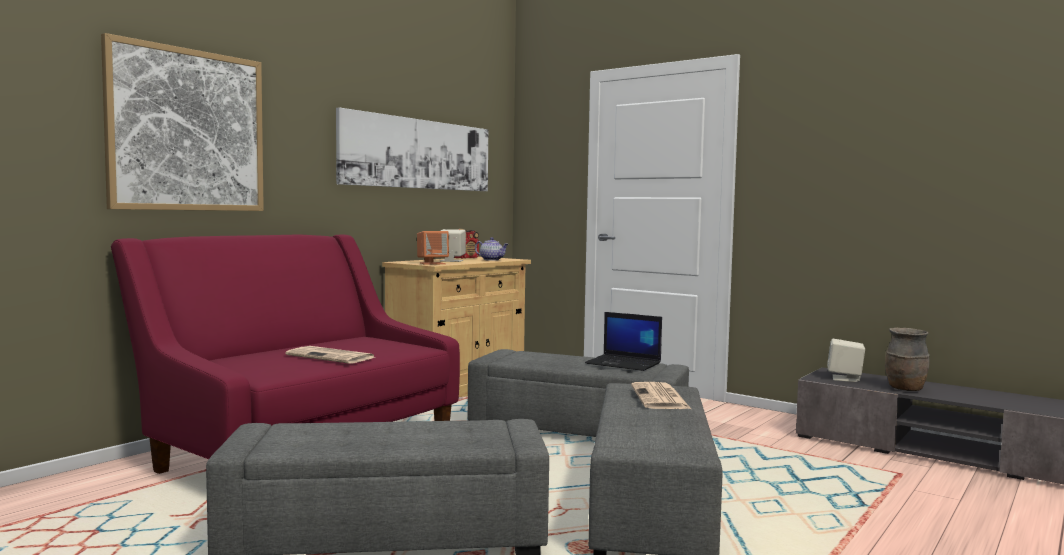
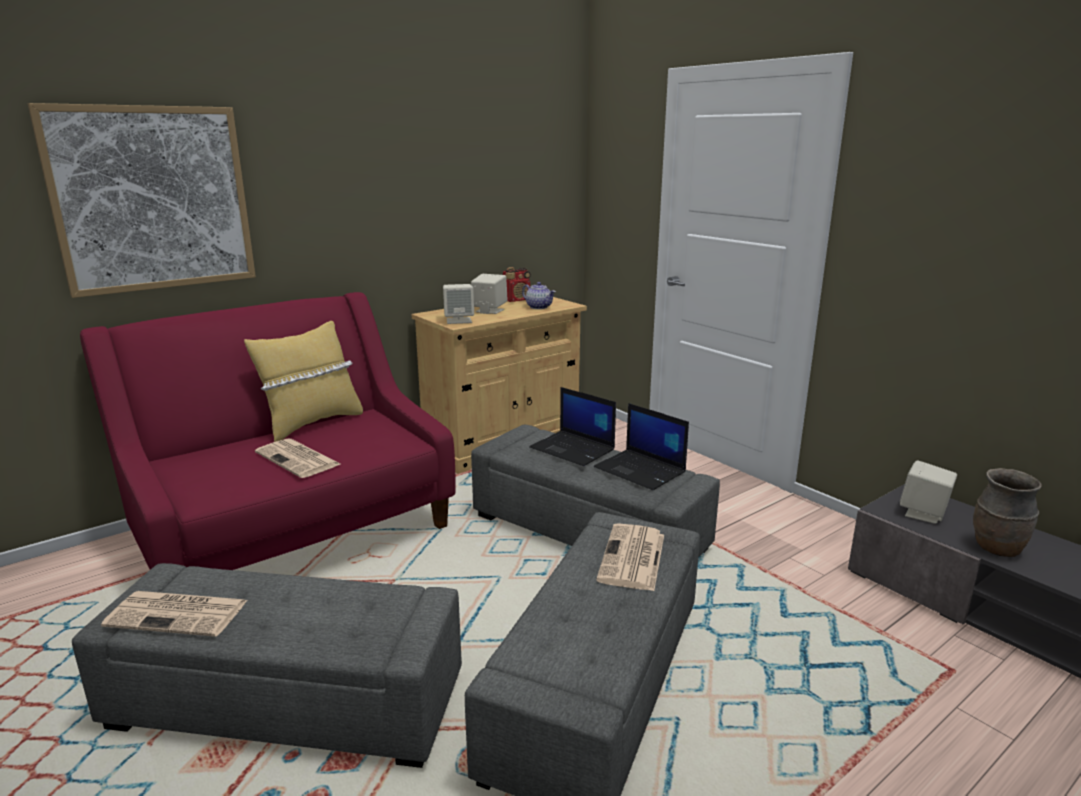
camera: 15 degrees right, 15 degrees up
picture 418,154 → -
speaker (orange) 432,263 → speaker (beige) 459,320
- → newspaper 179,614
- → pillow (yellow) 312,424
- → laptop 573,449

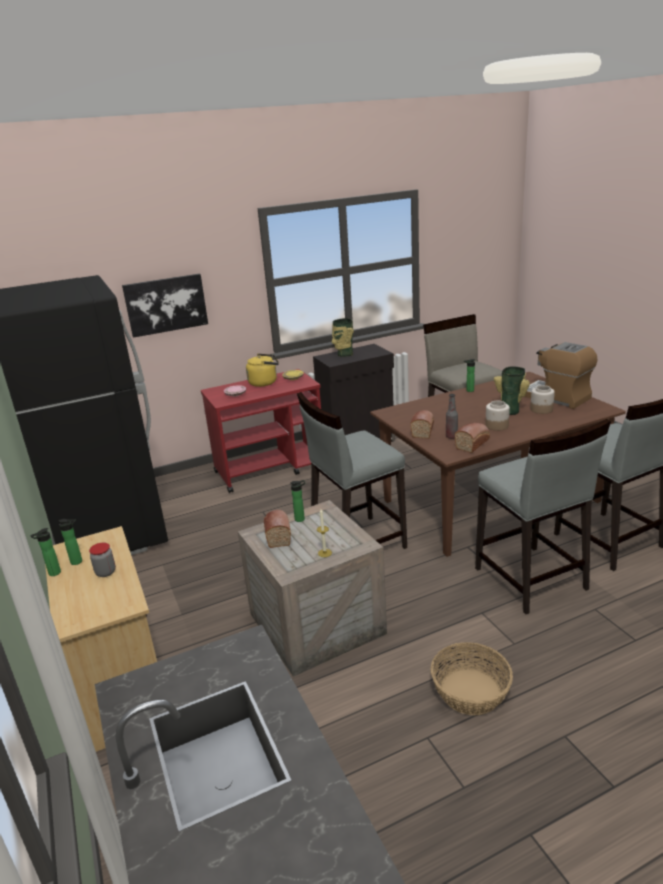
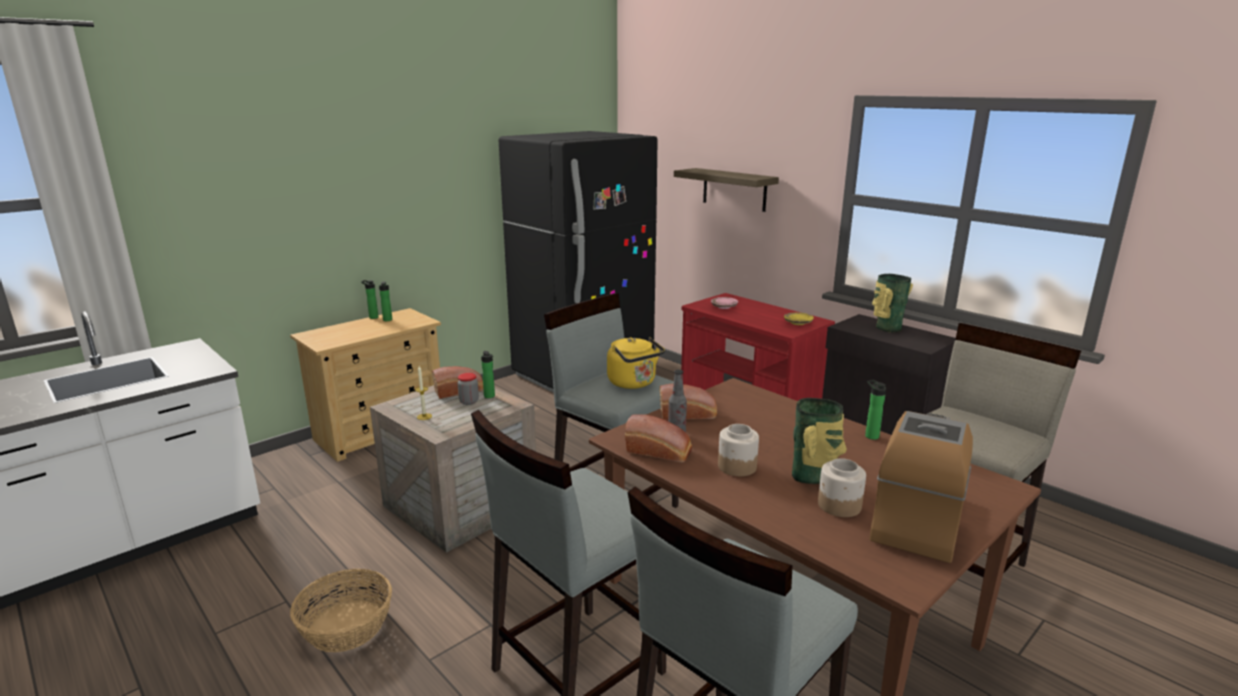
camera: 70 degrees right, 5 degrees down
jar 105,572 → jar 469,401, move
picture 166,304 → shelf 734,189
kettle (yellow) 264,382 → kettle (yellow) 634,383, move

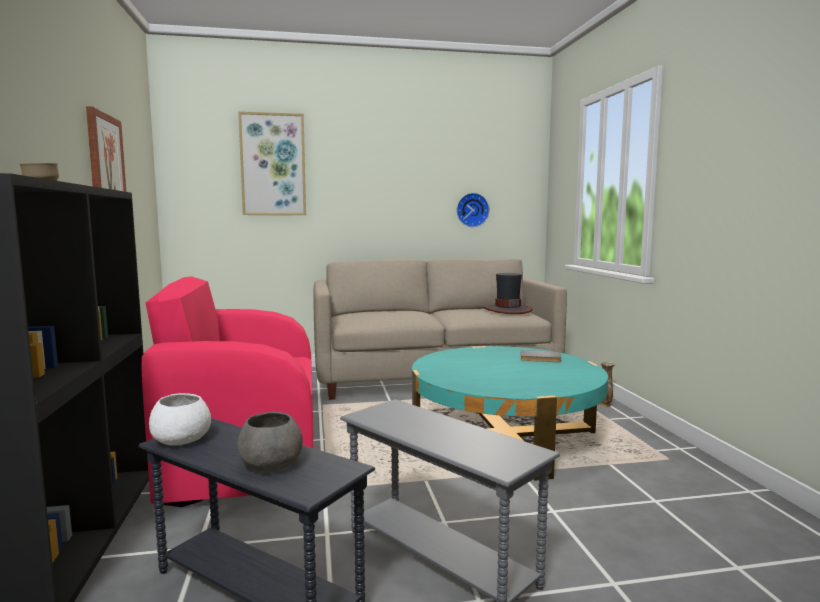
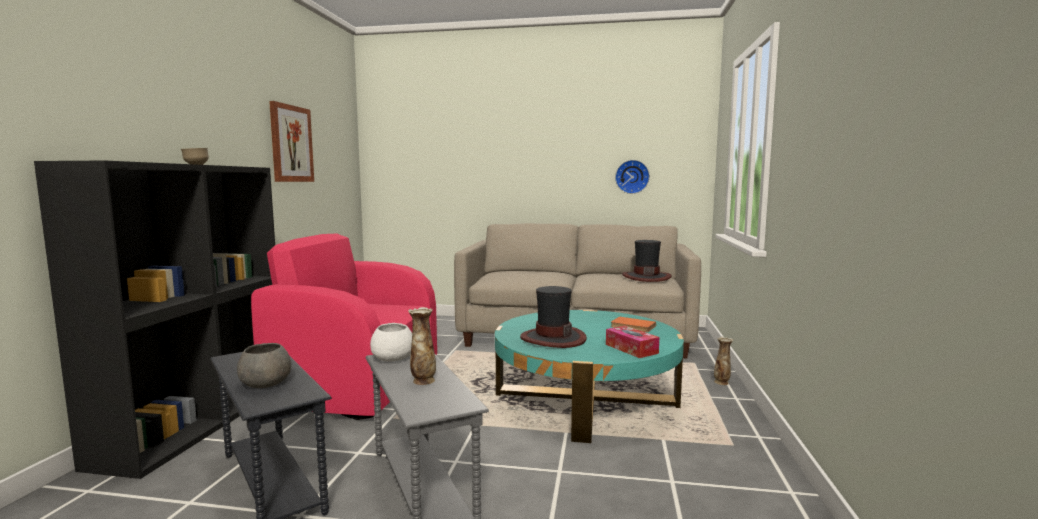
camera: 20 degrees right, 0 degrees up
bowl (white) 181,440 → bowl (white) 392,358, move
picture 273,165 → -
book (grey) 540,358 → book (orange) 632,326
- → vase 423,381
- → hat 552,338
- → tissue box 631,349

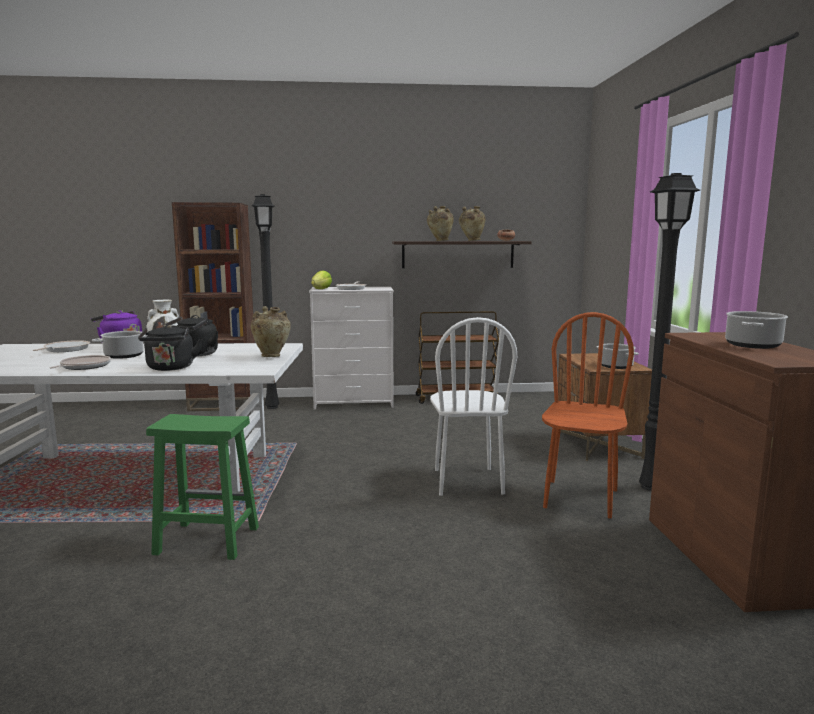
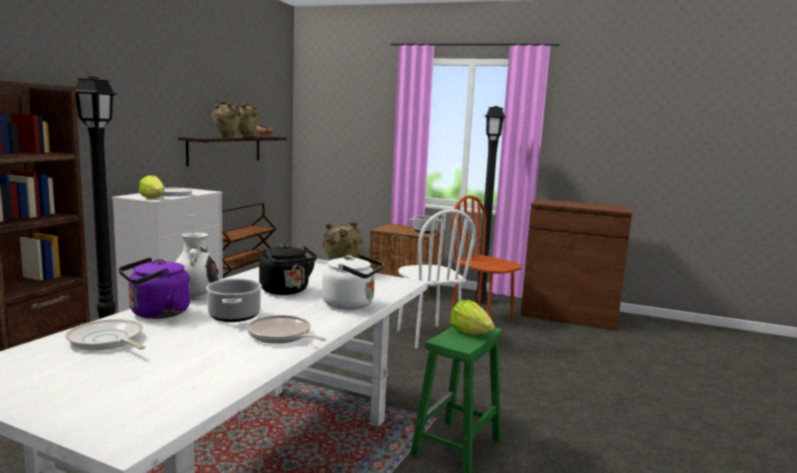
camera: 65 degrees left, 0 degrees up
kettle (black) 170,368 → kettle (white) 351,305
chair (white) 467,481 → chair (white) 427,336, 45 degrees clockwise
cooking pot 752,345 → -
- → lettuce 470,332

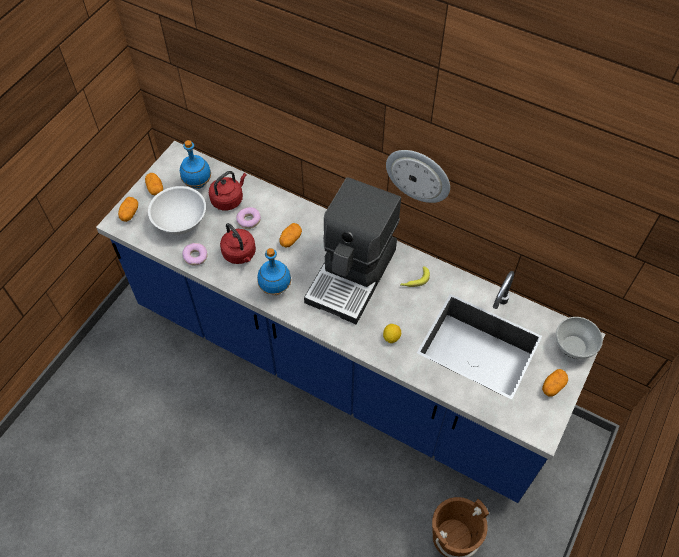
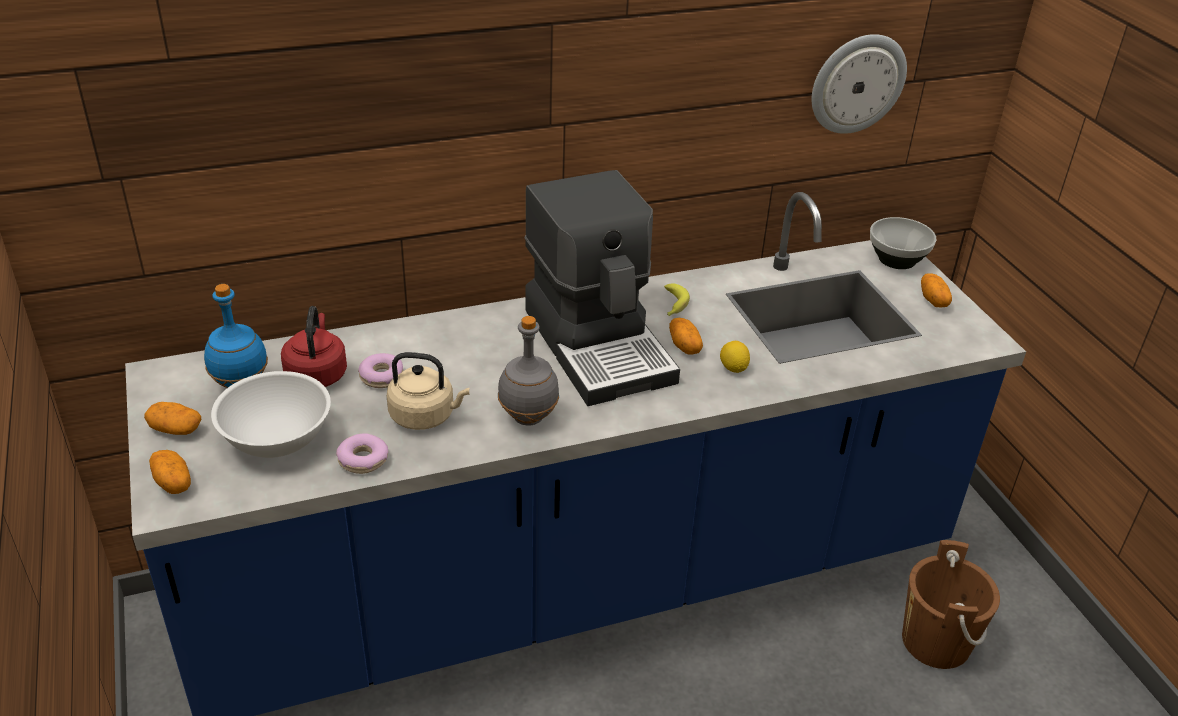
camera: 50 degrees left, 20 degrees down
kettle (red) 240,254 → kettle (beige) 425,416
bottle (blue) 274,288 → bottle (grey) 527,418
potato 290,239 → potato 685,346, move
wall clock 418,175 → wall clock 857,83, move

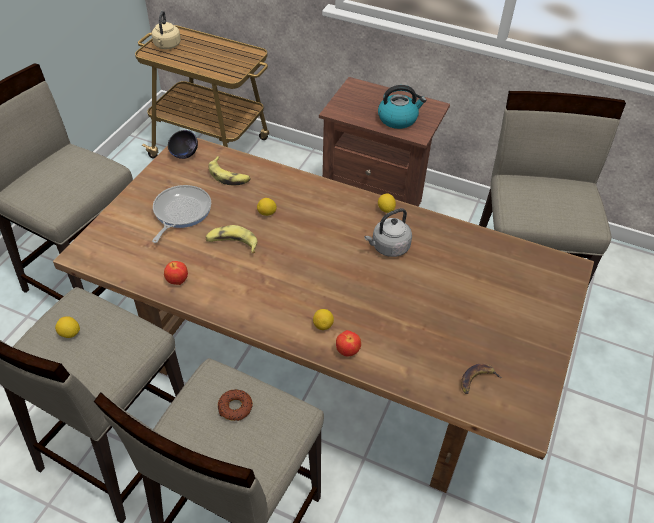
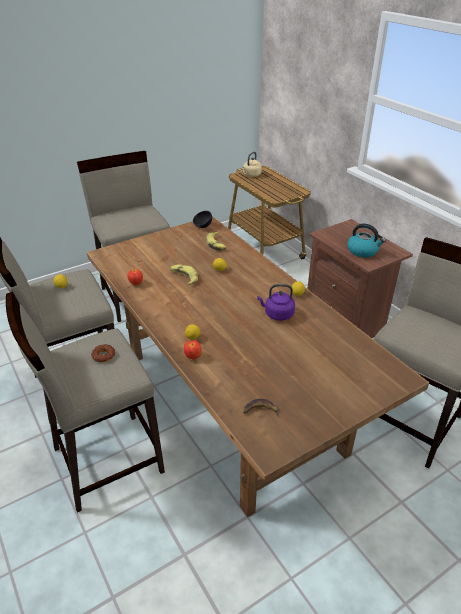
camera: 35 degrees right, 10 degrees down
frying pan 180,212 → -
kettle (grey) 388,247 → kettle (purple) 277,314

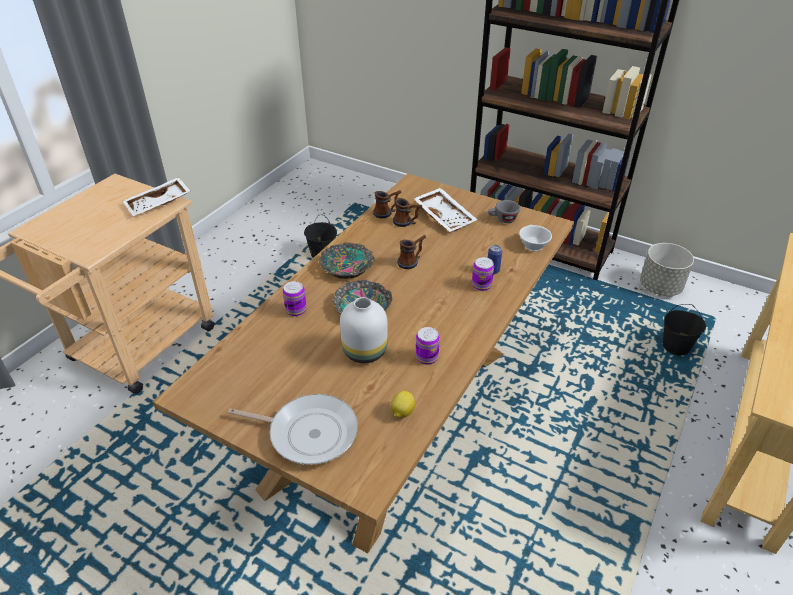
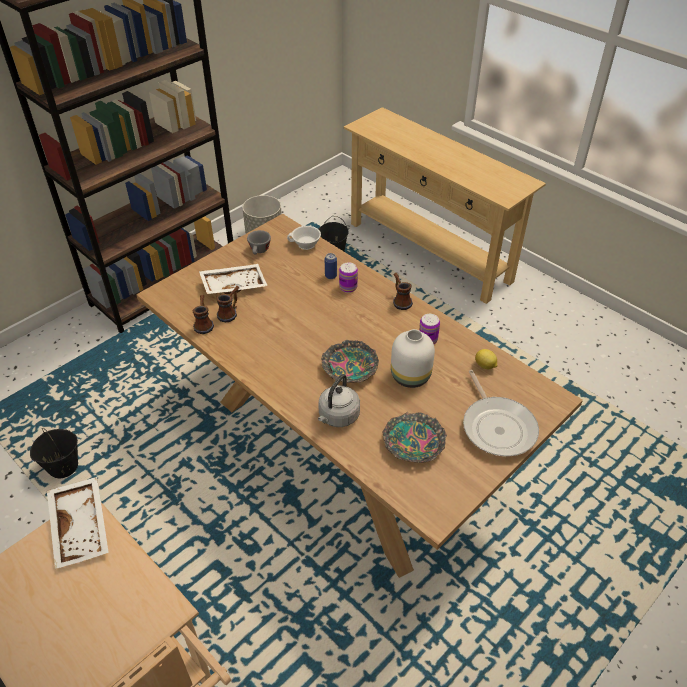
camera: 75 degrees left, 5 degrees up
frying pan 308,432 → frying pan 497,427, 135 degrees clockwise
can 296,310 → kettle (grey) 337,417
bowl 348,266 → bowl 413,442, move
mug 412,261 → mug 400,300, move

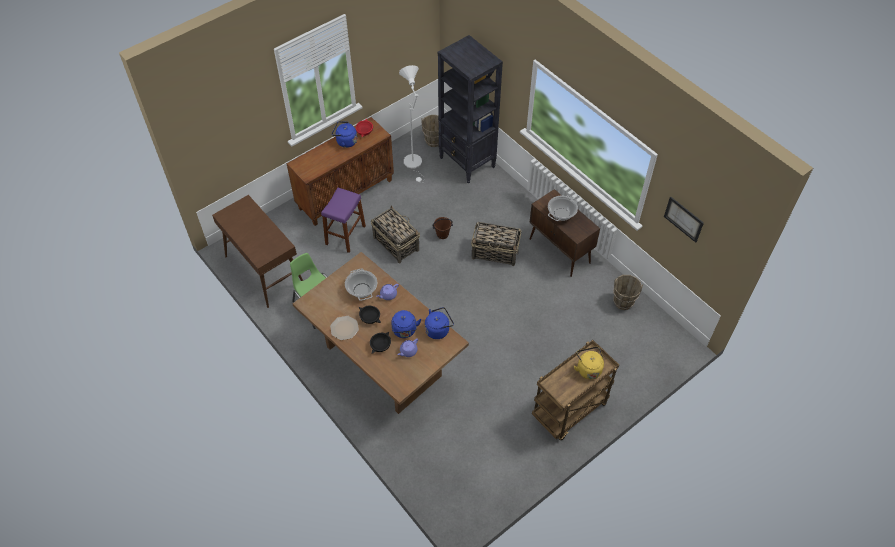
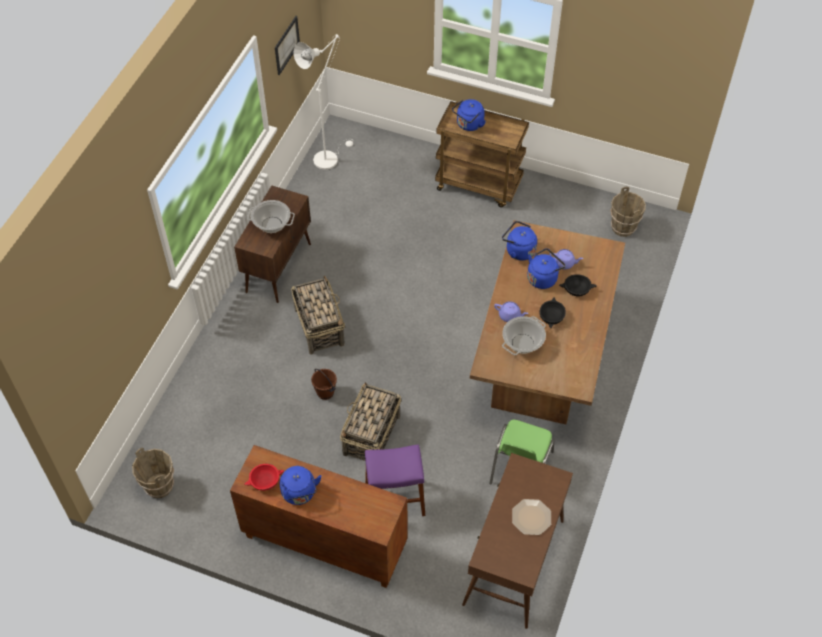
camera: 120 degrees left, 0 degrees up
plate 344,328 → plate 531,517, move
floor lamp (white) 414,164 → floor lamp (white) 328,157, move
bookcase (black) 467,163 → -
kettle (yellow) 588,368 → kettle (blue) 469,125
bucket (brown) 623,302 → bucket (brown) 623,228, move

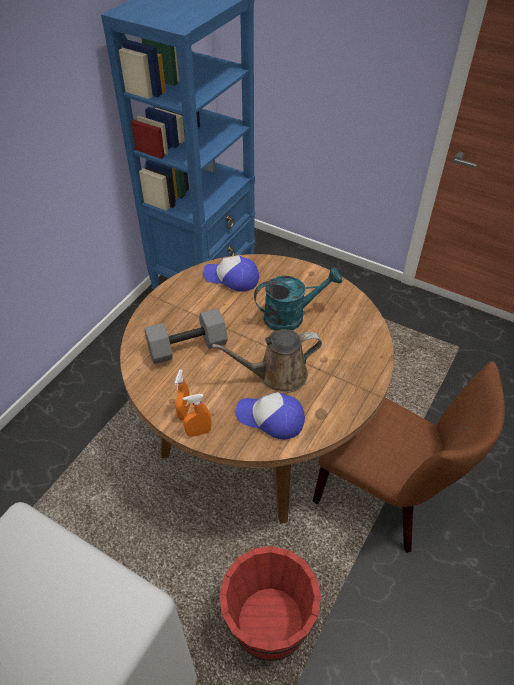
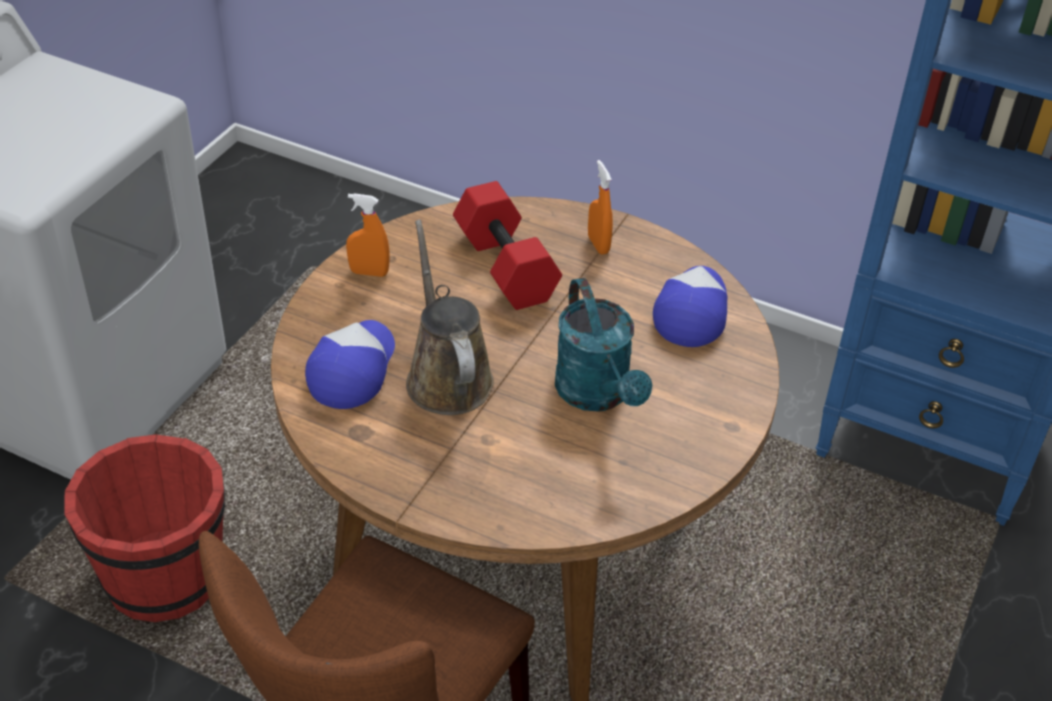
camera: 85 degrees right, 5 degrees down
dumbbell (grey) 187,348 → dumbbell (red) 503,266
spray bottle (orange) 198,432 → spray bottle (orange) 598,244, move

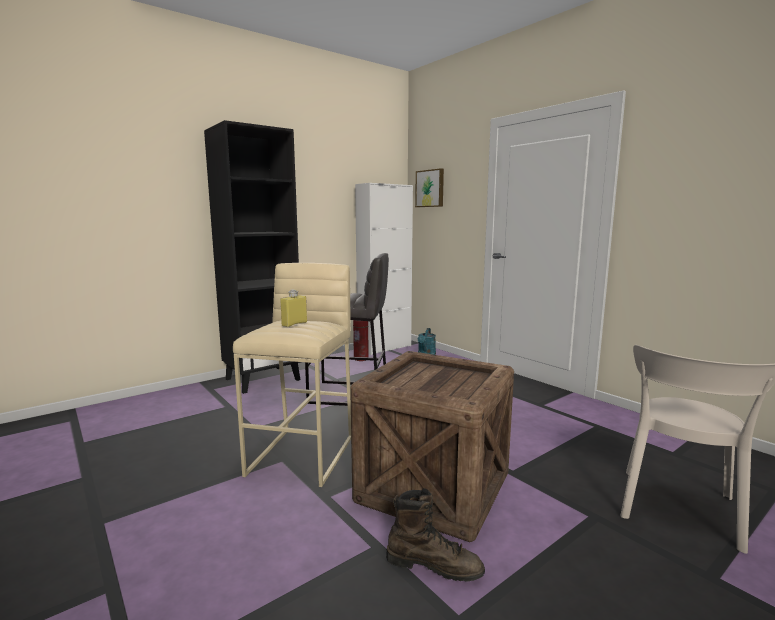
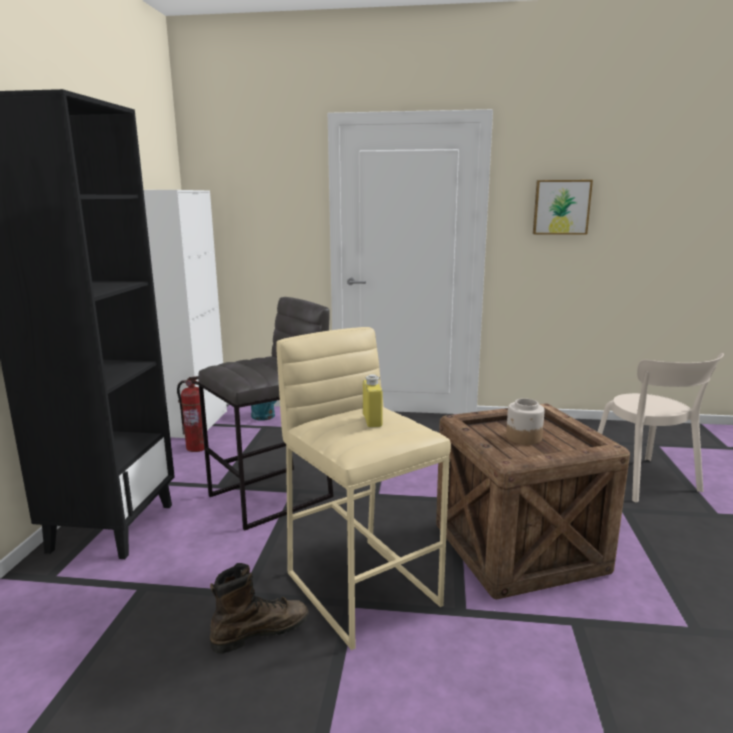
camera: 45 degrees left, 5 degrees up
boot (brown) 434,565 → boot (brown) 260,631, move
picture 430,188 → picture 561,207, move
- → jar 523,438

